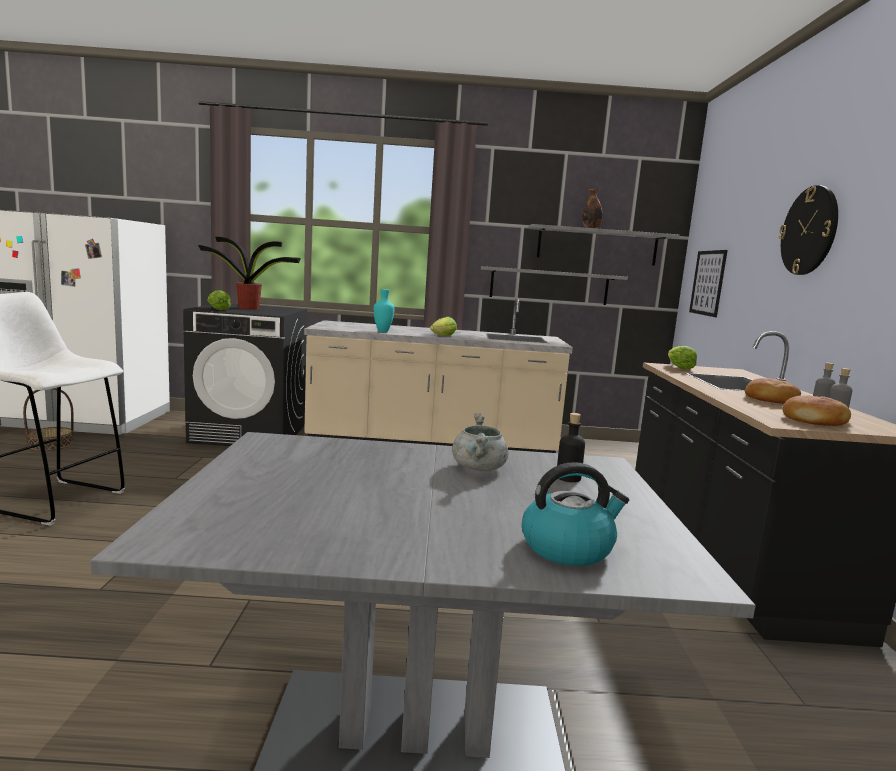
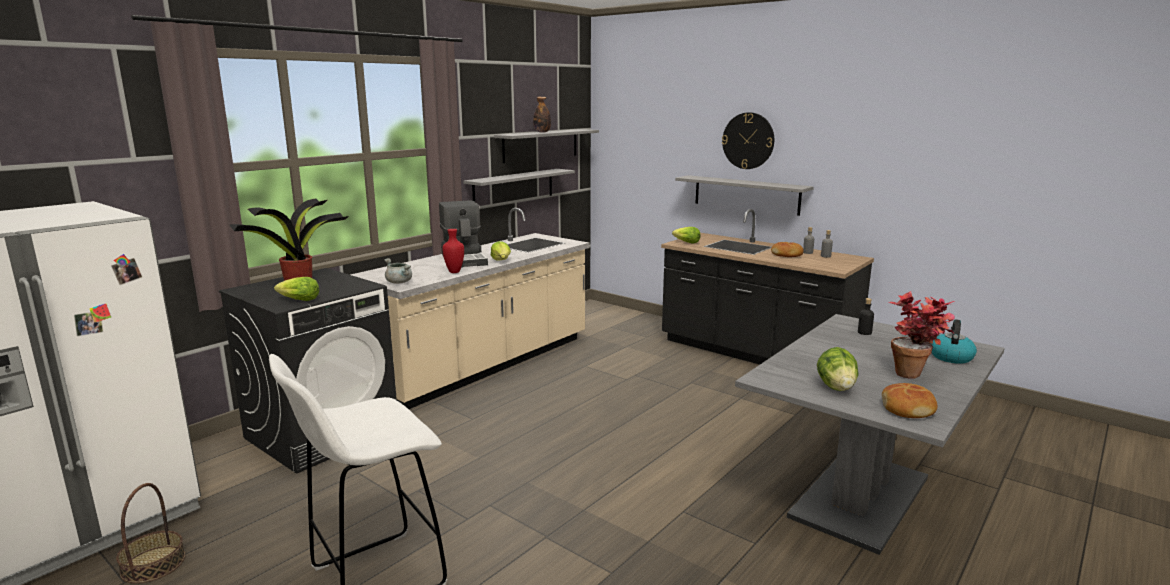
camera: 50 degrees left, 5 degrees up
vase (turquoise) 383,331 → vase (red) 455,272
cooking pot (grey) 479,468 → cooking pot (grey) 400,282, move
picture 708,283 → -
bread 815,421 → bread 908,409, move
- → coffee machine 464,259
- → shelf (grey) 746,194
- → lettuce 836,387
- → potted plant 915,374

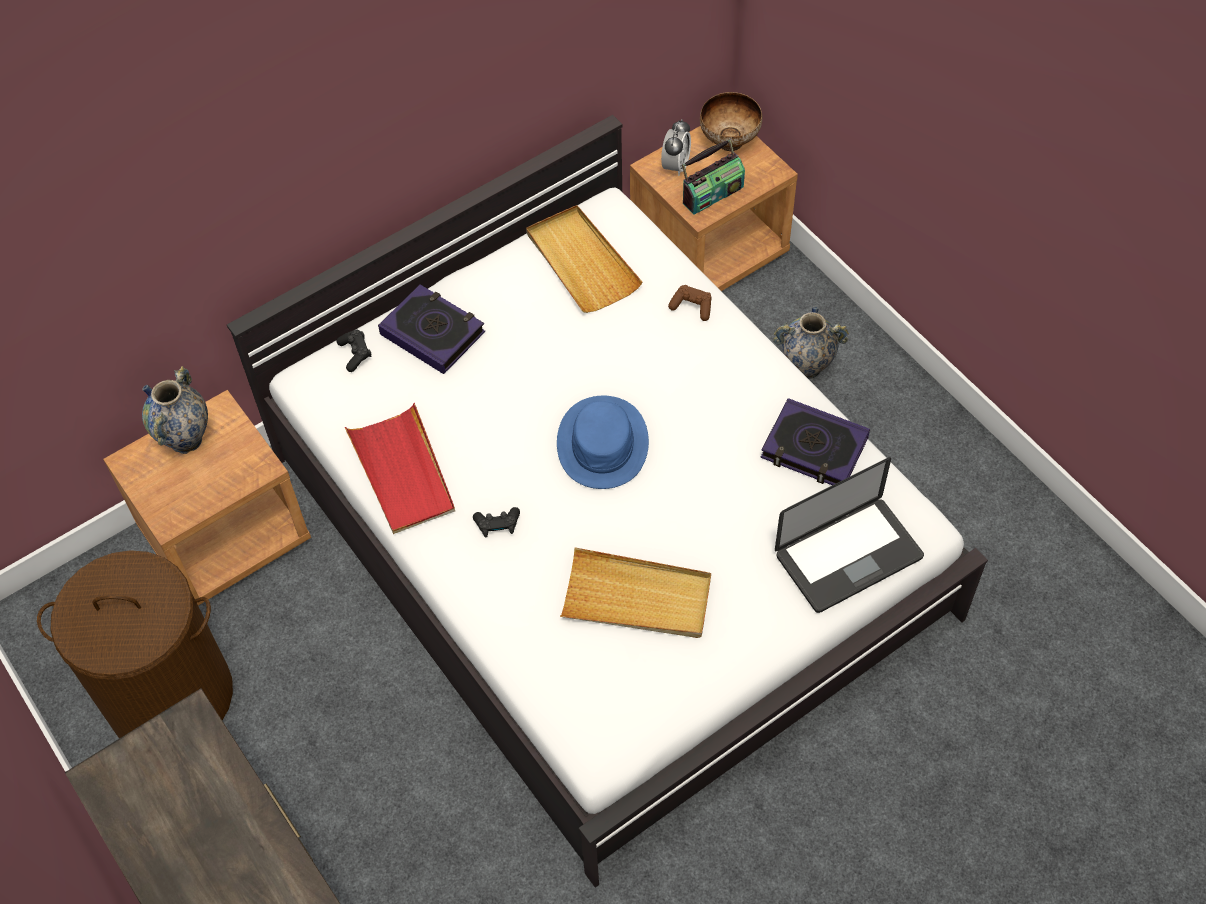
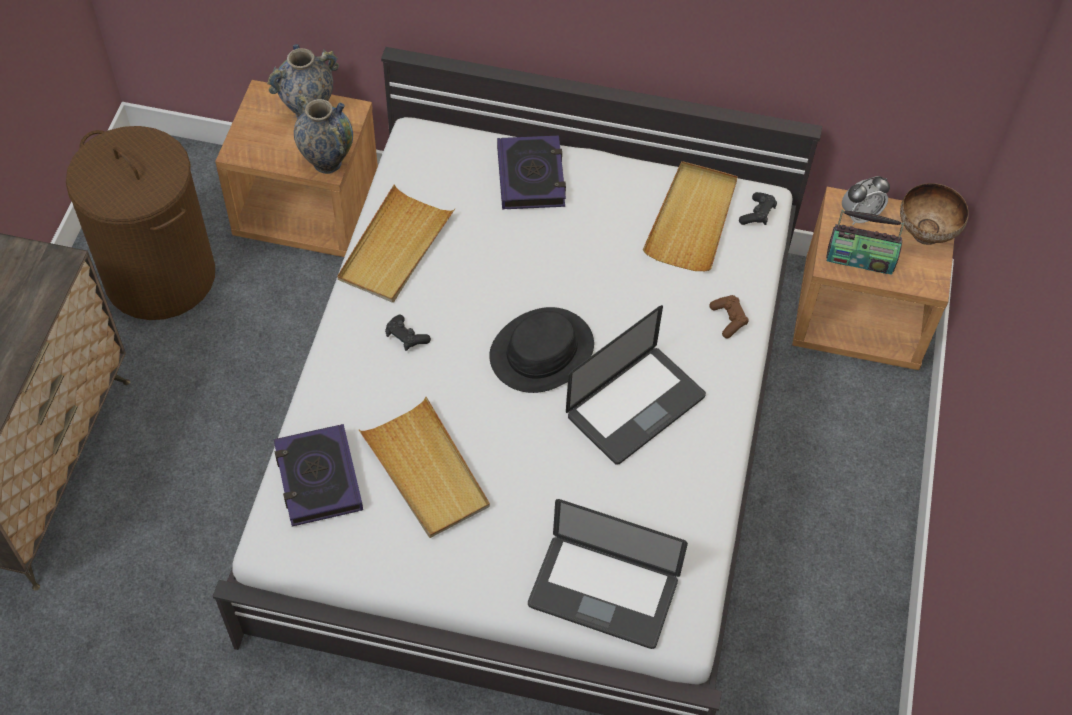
camera: 45 degrees right, 0 degrees up
game controller (black) 355,354 → game controller (black) 757,214, move
tray (red) 402,472 → tray (beige) 395,248
hat (blue) 603,443 → hat (black) 542,352
book 814,449 → book 318,479, move
vase 806,368 → vase 327,162, move
- → laptop 635,406

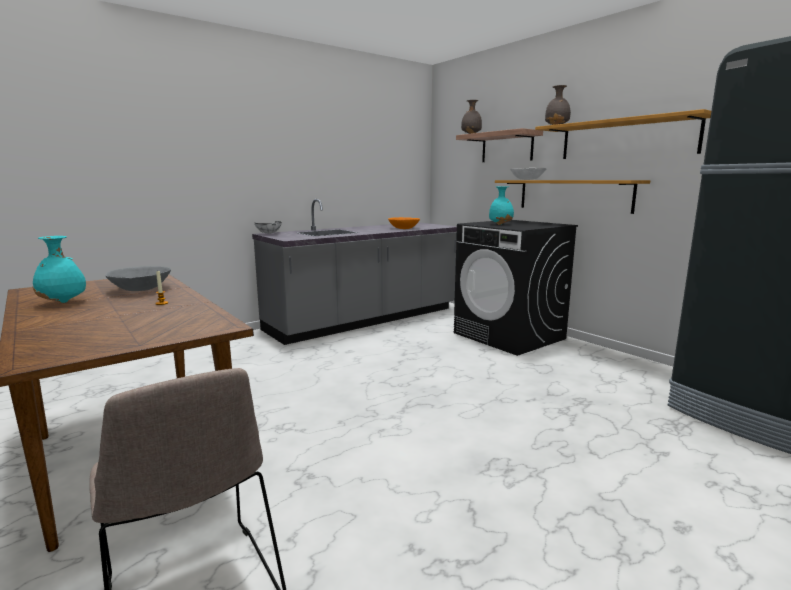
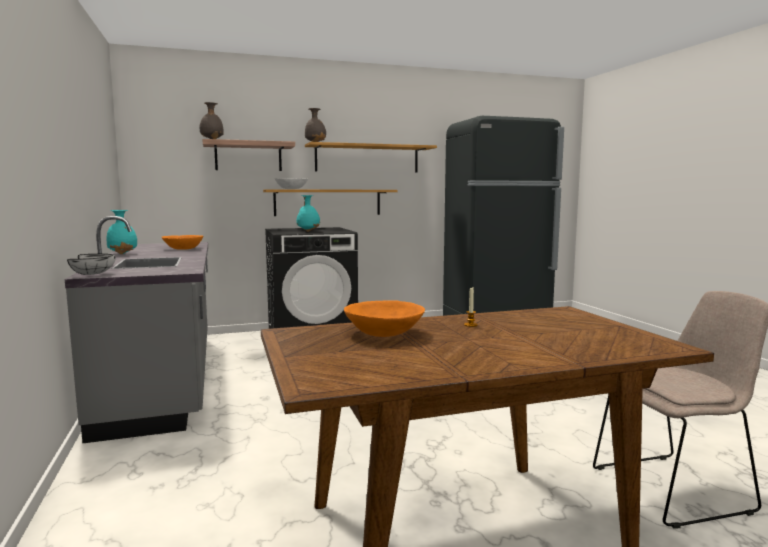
camera: 70 degrees left, 5 degrees down
vase (turquoise) 63,302 → vase (turquoise) 123,254, move
bowl (grey) 141,289 → bowl (orange) 384,333

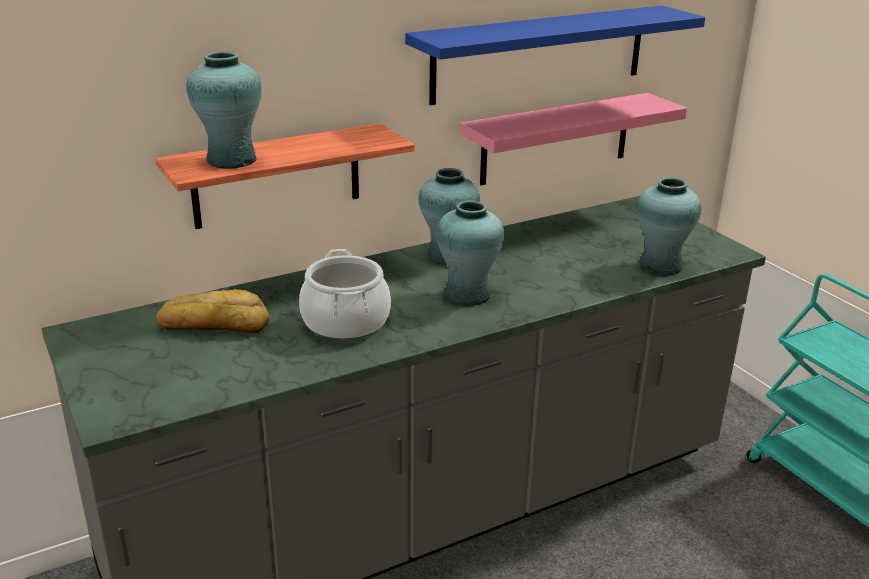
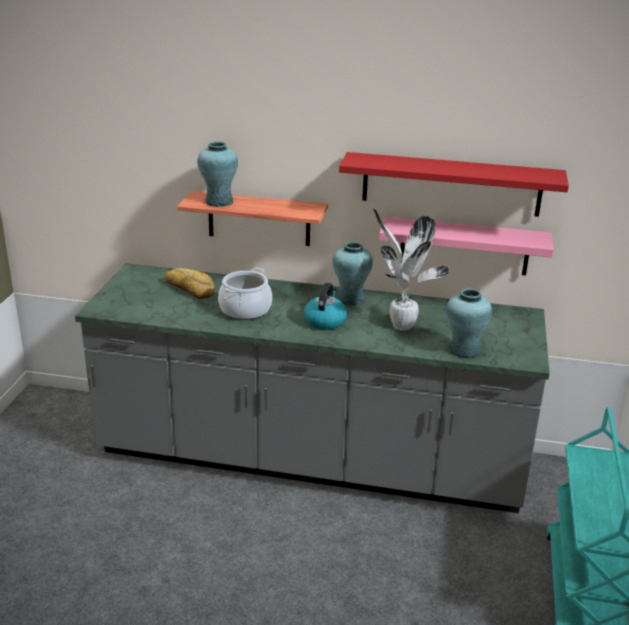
camera: 40 degrees right, 0 degrees up
shelf (blue) 540,53 → shelf (red) 451,184
vase (turquoise) 467,294 → kettle 325,321
- → potted plant 400,325

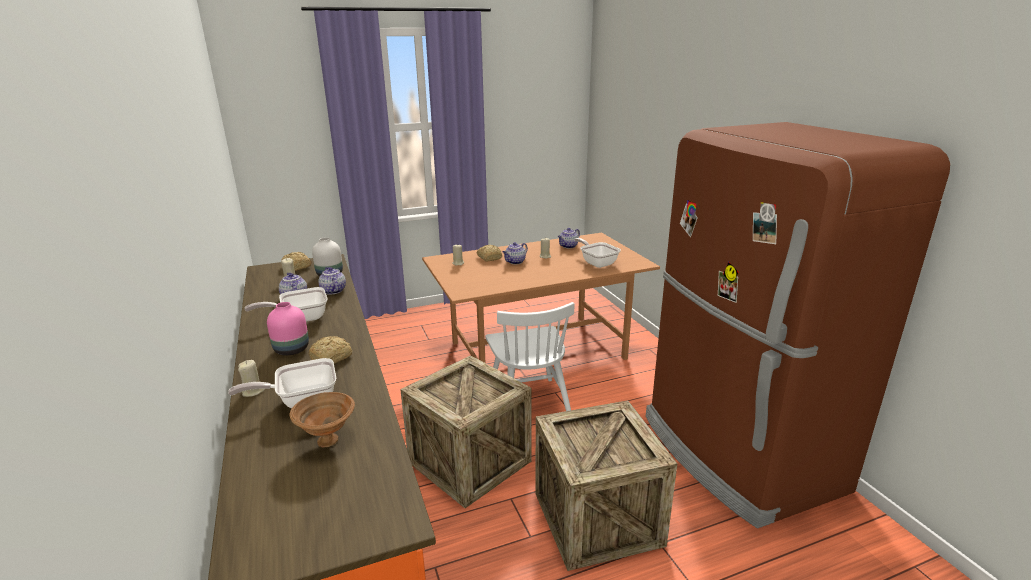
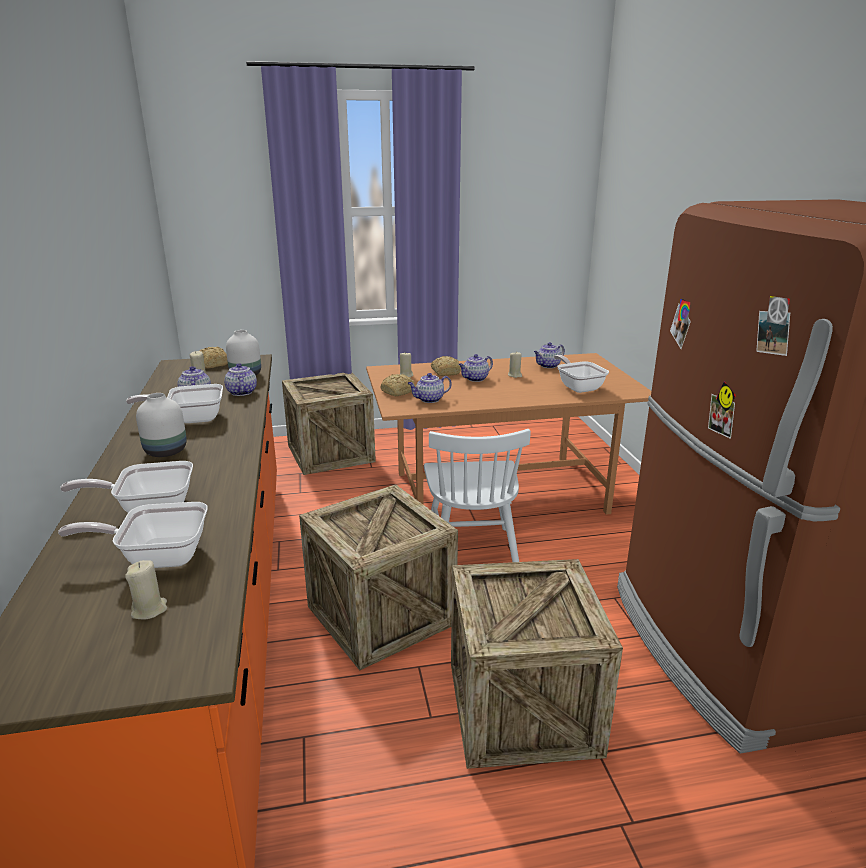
camera: 10 degrees right, 0 degrees up
candle (beige) 253,391 → candle (beige) 149,609, move
vase (pink) 291,349 → vase (white) 165,451
bowl (brown) 327,440 → frying pan 157,557
bread 332,357 → bread 399,392, move
- → crate 330,453
- → teapot 429,400

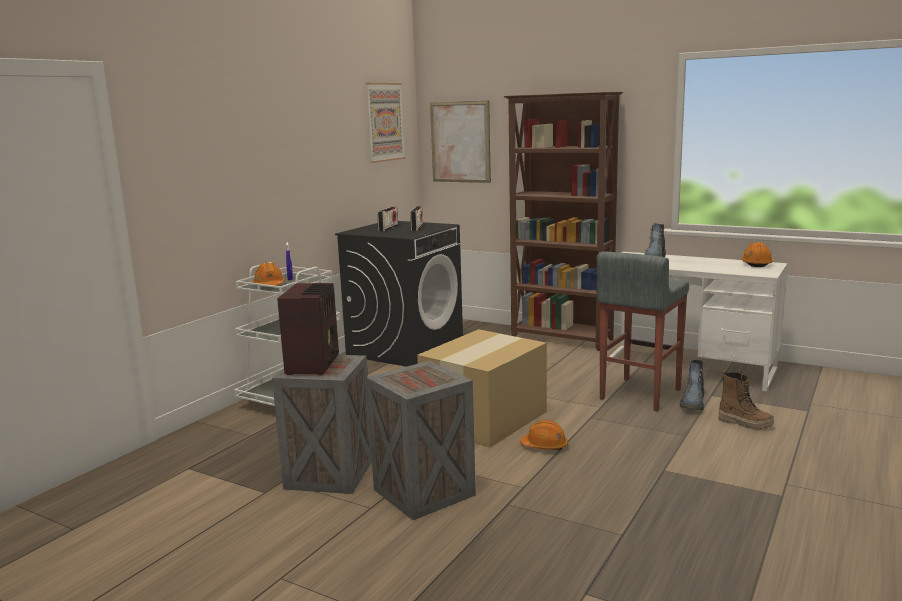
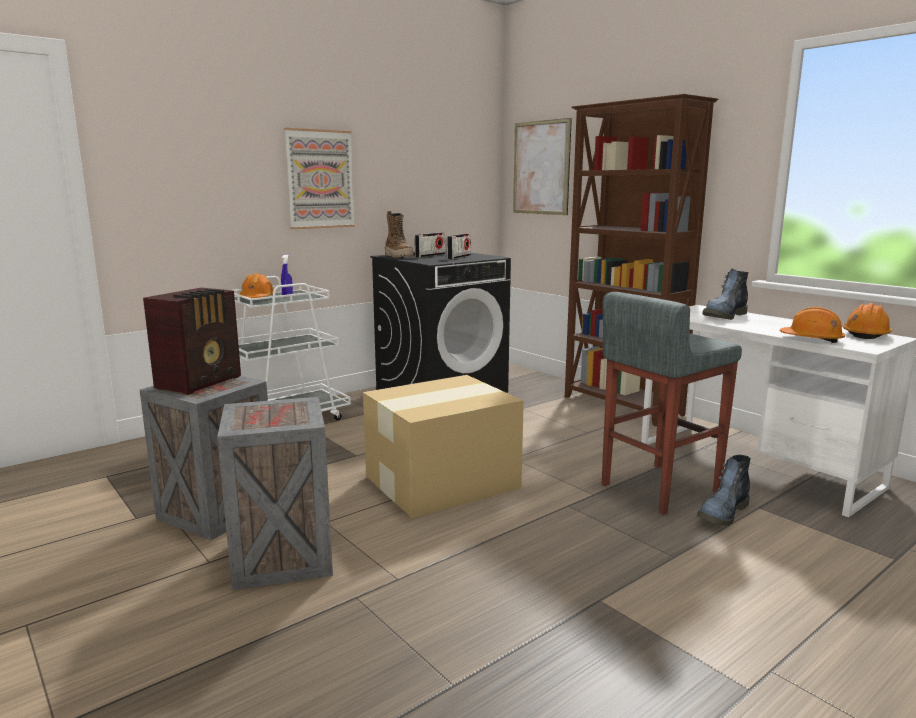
camera: 20 degrees right, 0 degrees up
picture 384,122 → picture 320,179, move
hard hat (orange) 544,446 → hard hat (orange) 812,339, move
boot 745,423 → boot 398,256, move

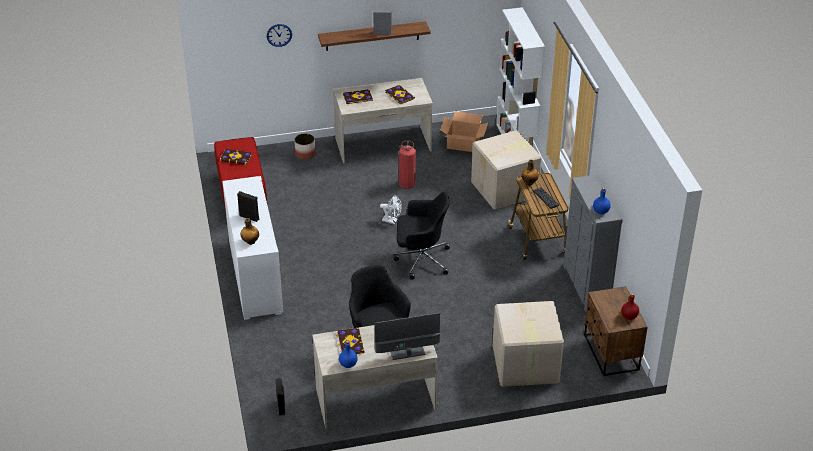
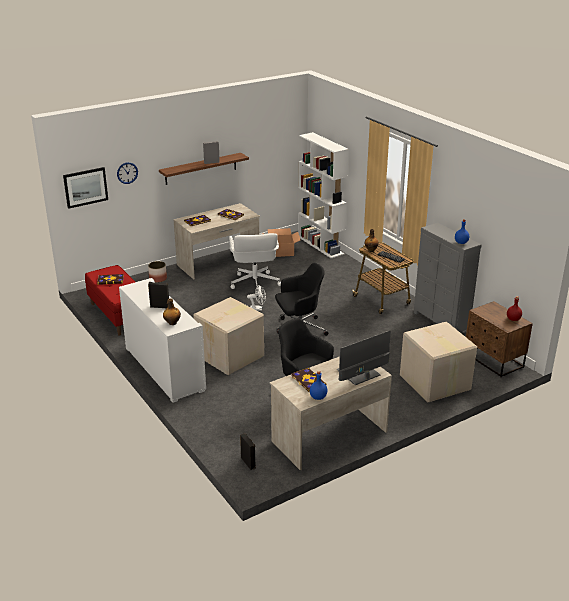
camera: 20 degrees left, 10 degrees down
fire extinguisher 407,185 → office chair (white) 254,284
cardboard box 505,190 → cardboard box 231,356, move
- → picture 85,187

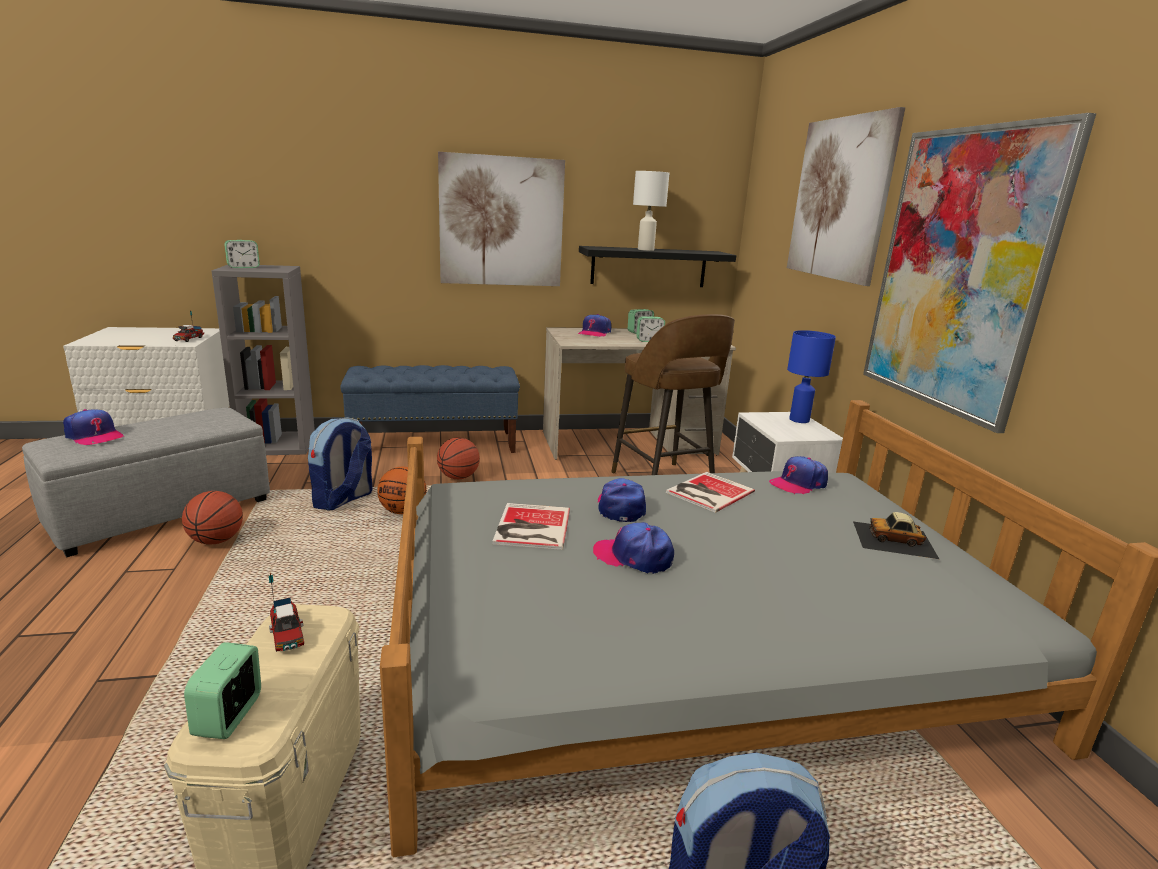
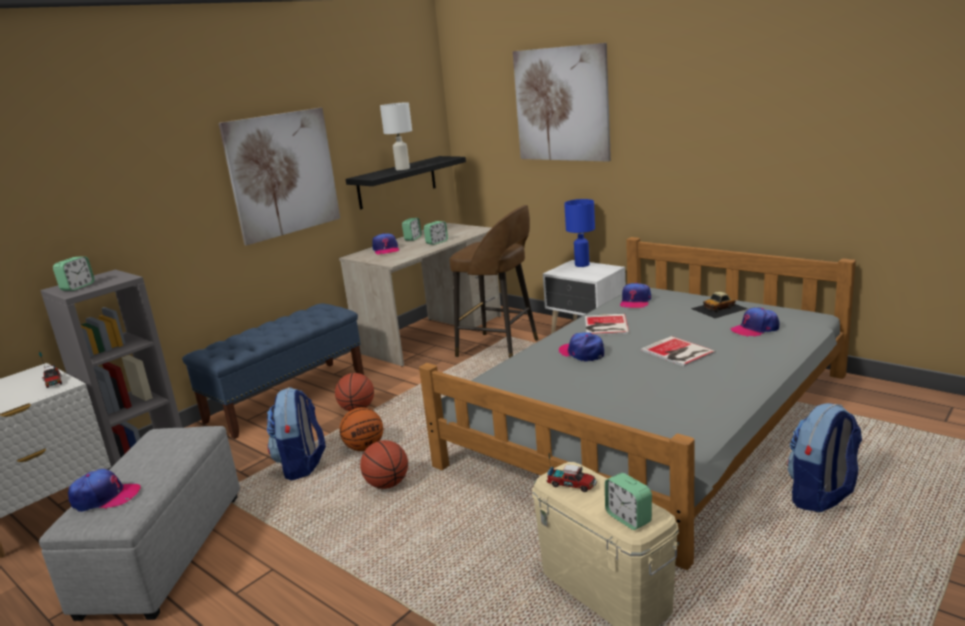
camera: 35 degrees left, 0 degrees up
basketball 216,541 → basketball 387,484, move
book 530,527 → book 677,352, move
cap 633,556 → cap 755,329, move
picture 958,271 → -

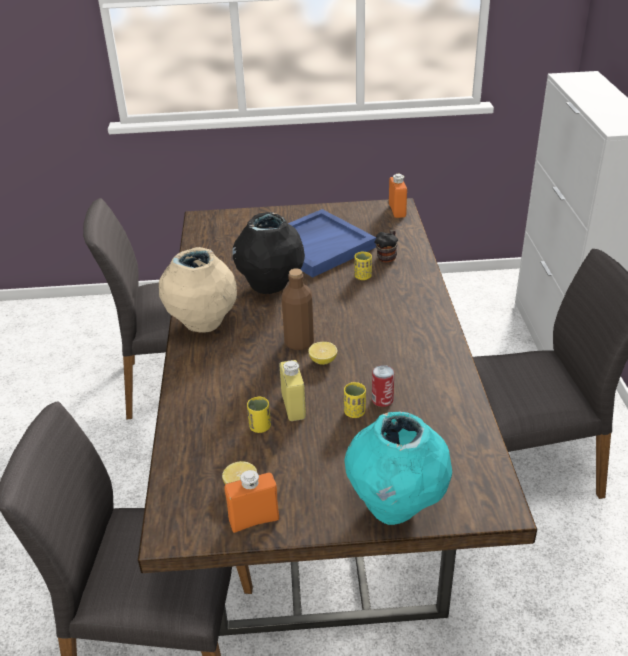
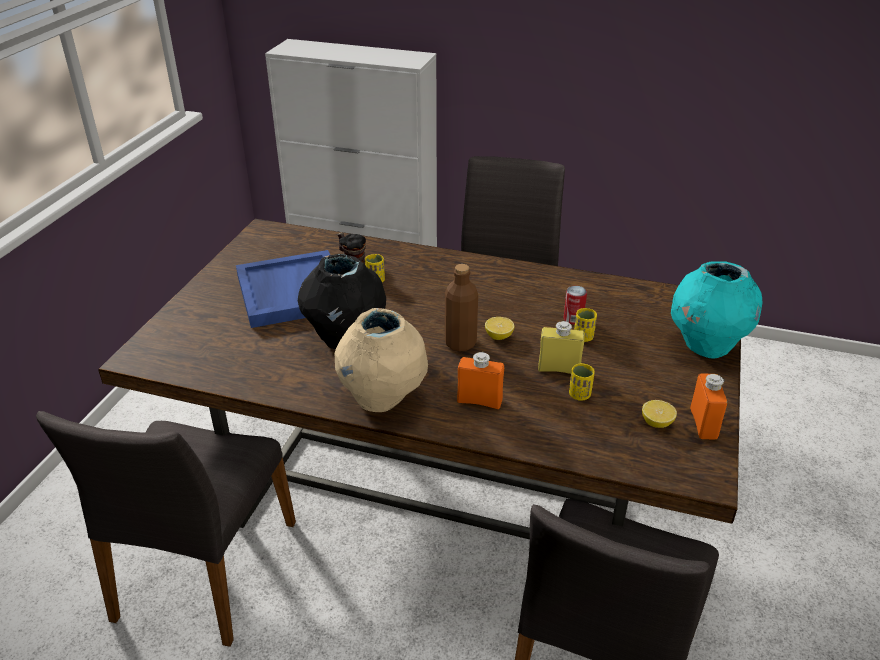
camera: 70 degrees left, 0 degrees up
bottle (orange) 397,210 → bottle (orange) 479,401, move

